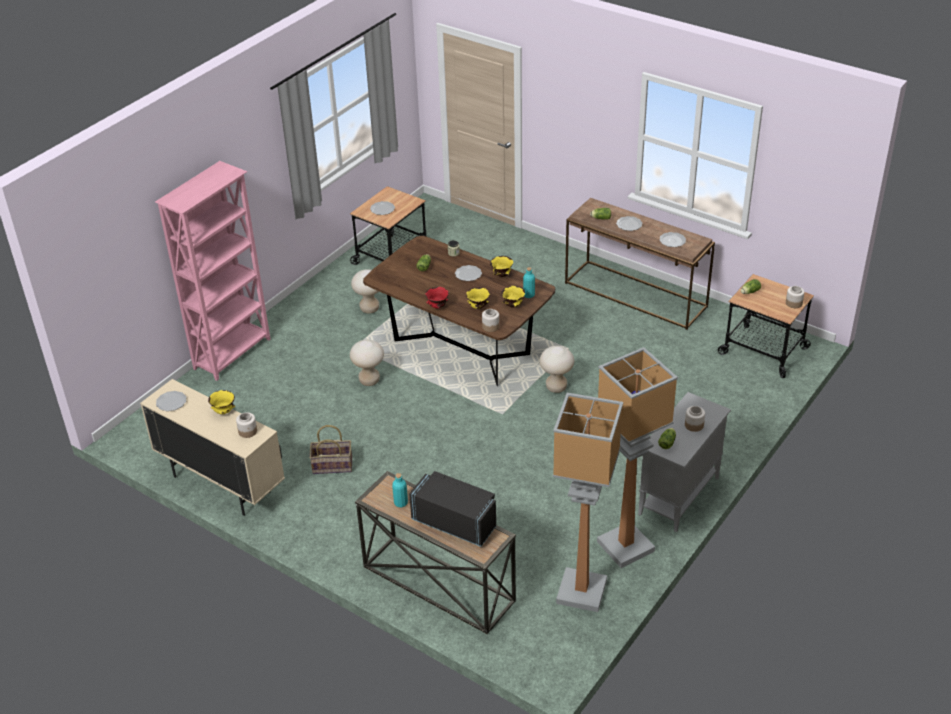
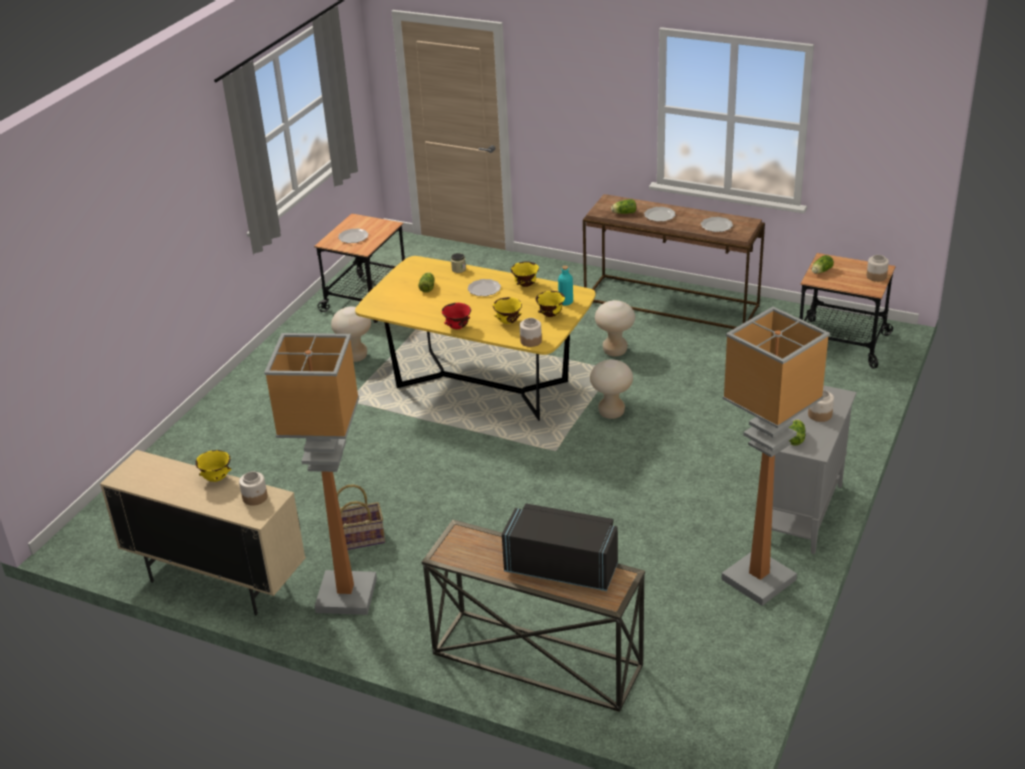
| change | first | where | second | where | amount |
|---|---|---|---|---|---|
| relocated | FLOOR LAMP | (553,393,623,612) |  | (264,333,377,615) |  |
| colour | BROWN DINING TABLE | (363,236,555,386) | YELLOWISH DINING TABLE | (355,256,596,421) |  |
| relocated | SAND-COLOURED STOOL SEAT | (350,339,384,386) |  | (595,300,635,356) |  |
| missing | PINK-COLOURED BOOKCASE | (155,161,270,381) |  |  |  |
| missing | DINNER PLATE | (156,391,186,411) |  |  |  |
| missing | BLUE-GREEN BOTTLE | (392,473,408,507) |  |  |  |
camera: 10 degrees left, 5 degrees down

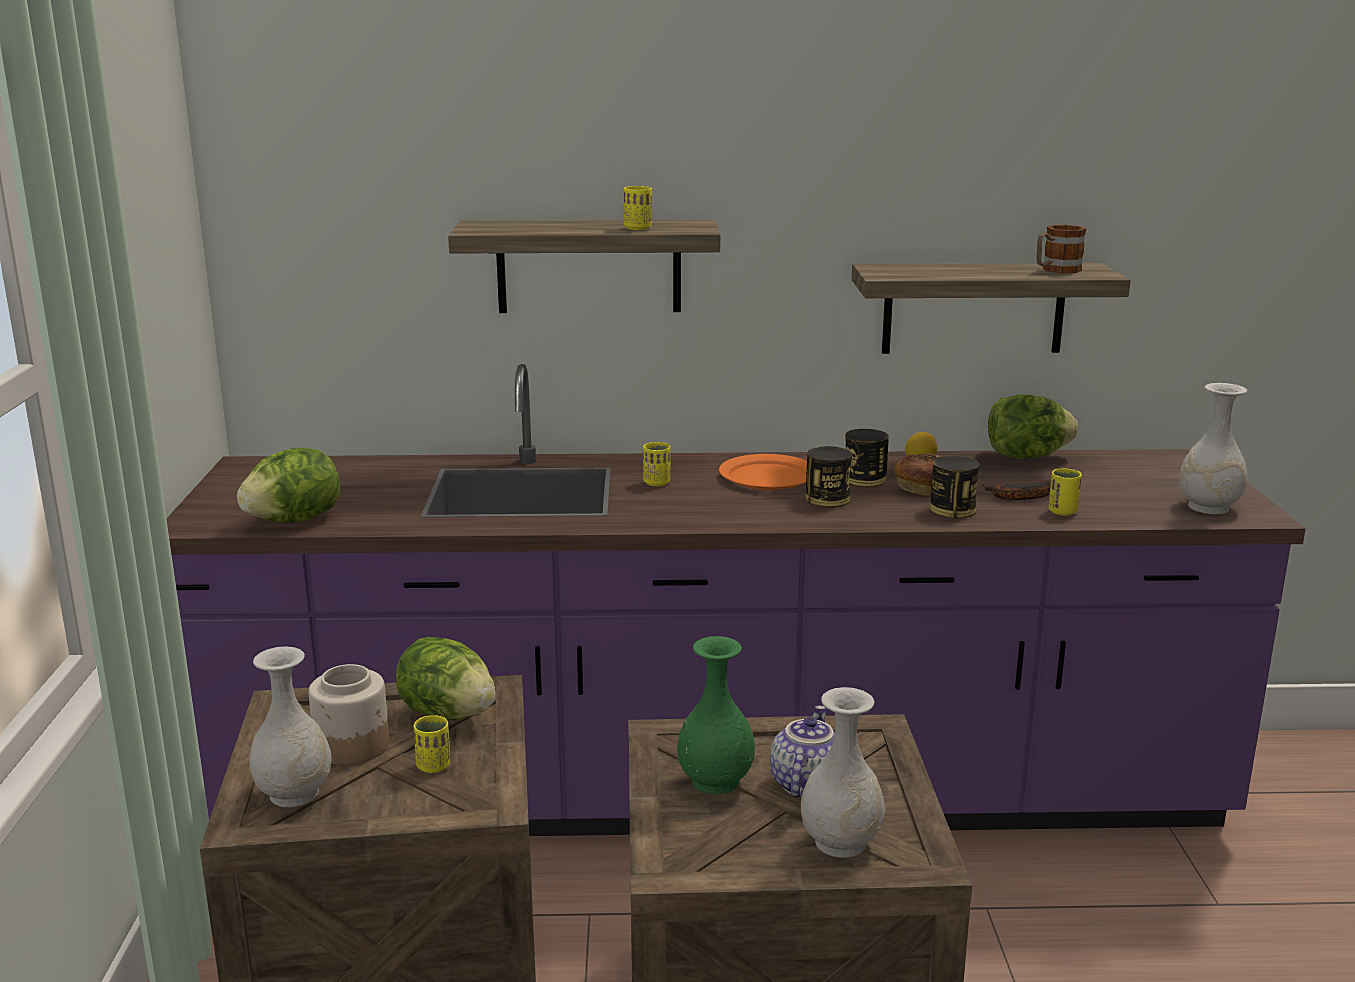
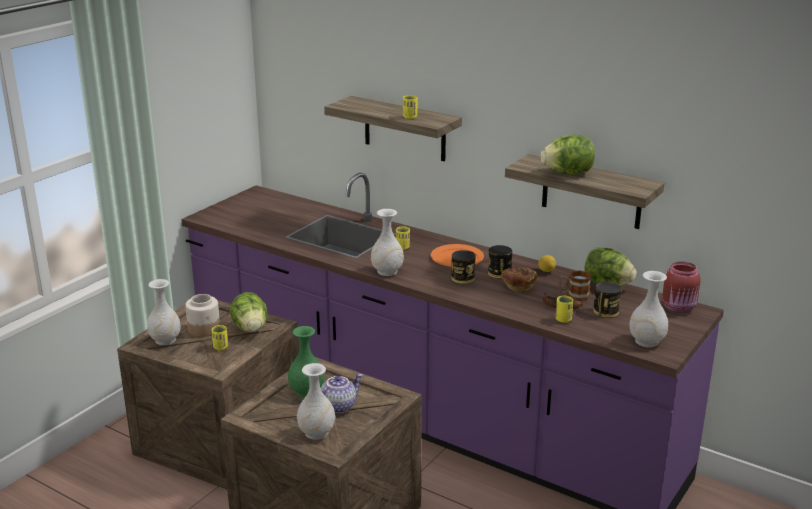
| change | first | where | second | where | amount |
|---|---|---|---|---|---|
| appeared |  |  | WHITE FLOWER VASE | (371,209,404,276) |  |
| relocated | LETTUCE HEAD | (237,448,340,523) |  | (540,135,595,175) |  |
| relocated | COFFEE MUG | (1036,225,1086,273) |  | (559,270,591,302) |  |
| relocated | METAL CAN | (930,456,980,518) |  | (593,281,622,318) |  |
| appeared |  |  | RED PRESERVE JAR | (662,261,701,313) |  |
camera: 35 degrees right, 5 degrees up

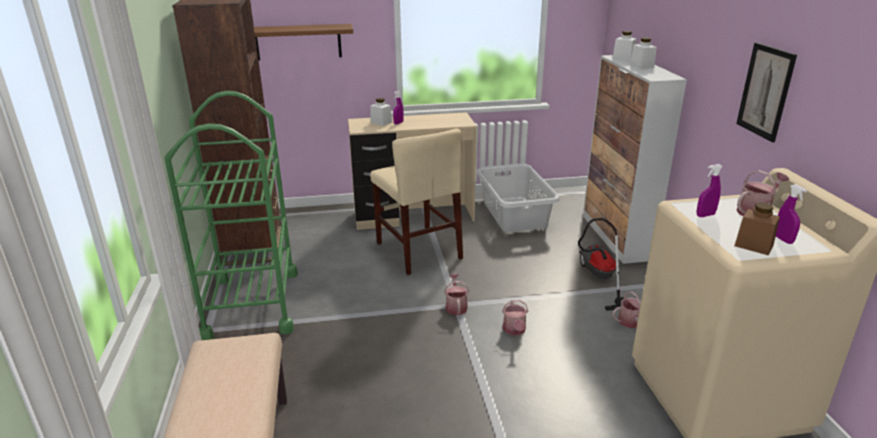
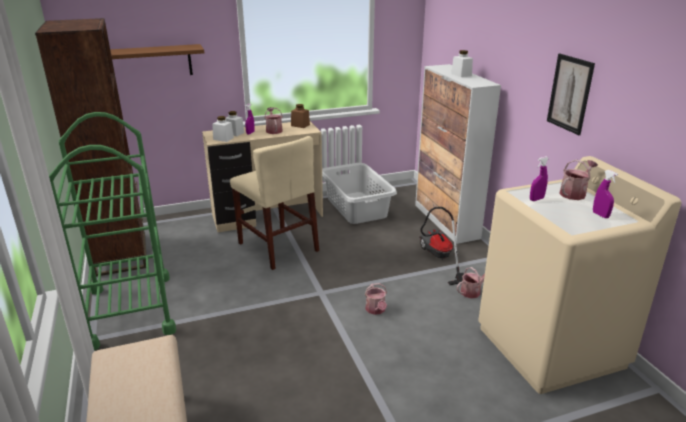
| change | first | where | second | where | amount |
|---|---|---|---|---|---|
| relocated | WHITE PRESERVE JAR | (612,31,637,61) |  | (212,116,234,142) |  |
| relocated | WATERING CAN | (444,274,469,315) |  | (264,107,283,134) |  |
| relocated | BROWN PRESERVE JAR | (734,202,780,255) |  | (291,104,310,128) |  |
camera: 10 degrees left, 0 degrees up

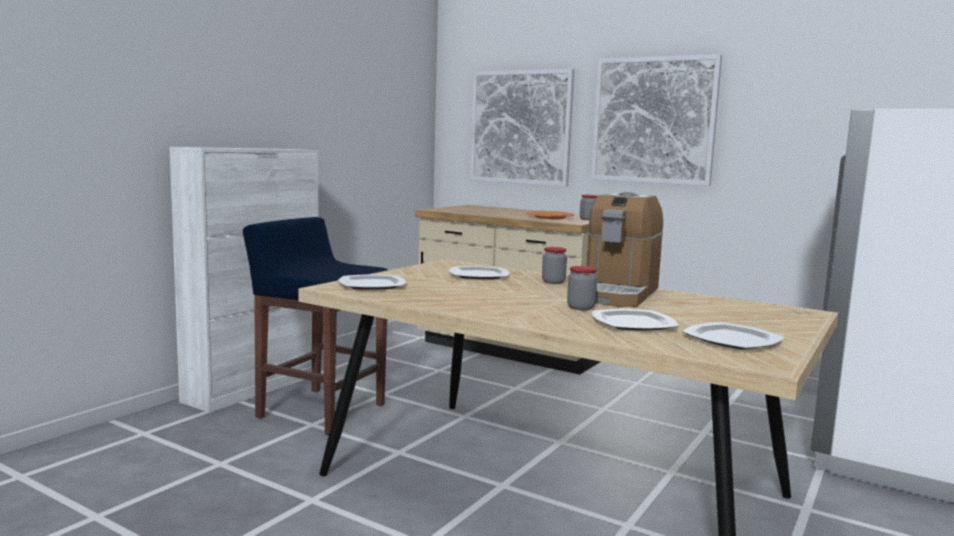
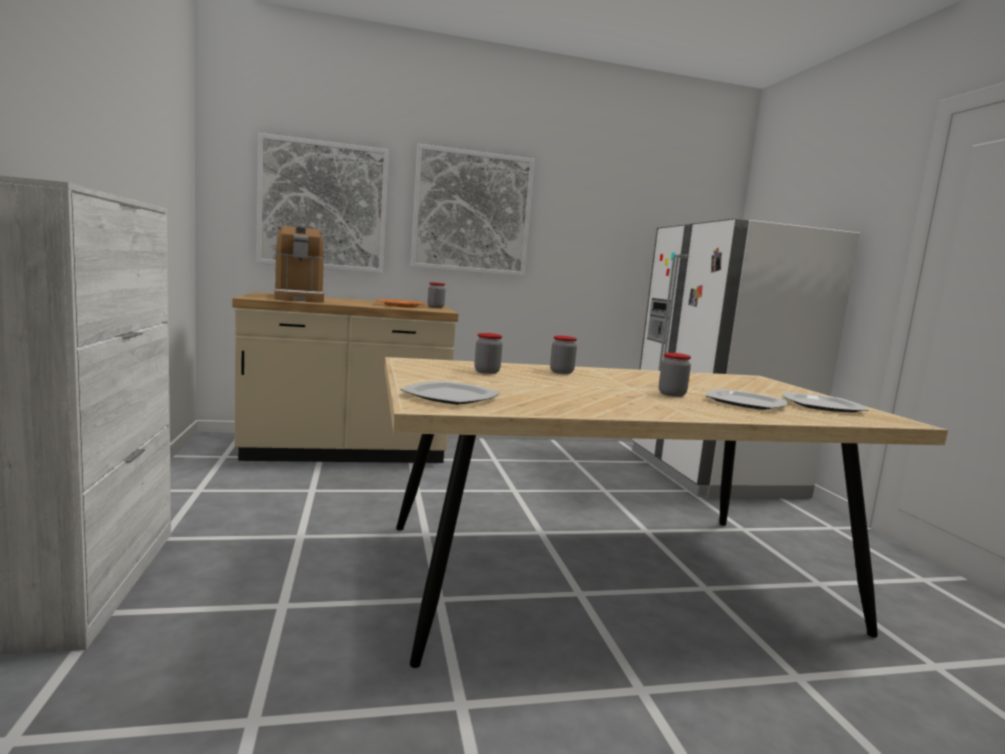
| change | first | where | second | where | amount |
|---|---|---|---|---|---|
| relocated | COFFEE MAKER | (586,192,663,307) |  | (274,226,324,302) |  |
| exchanged | DINNER PLATE | (449,266,509,279) | PRESERVE JAR | (475,333,503,374) |  |
| missing | BLUE-COLOURED STOOL SEAT | (243,217,388,435) |  |  |  |
camera: 45 degrees left, 0 degrees up

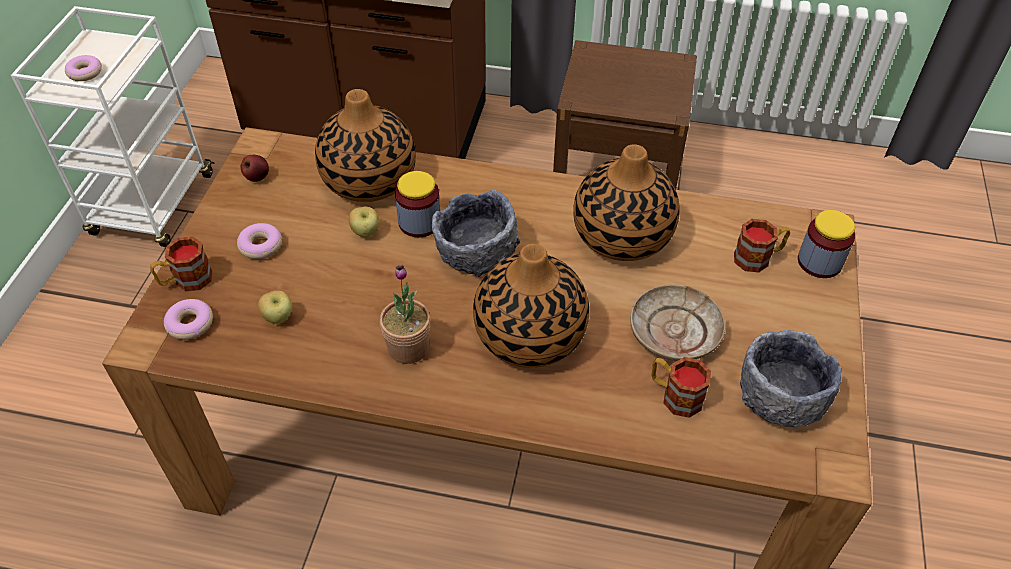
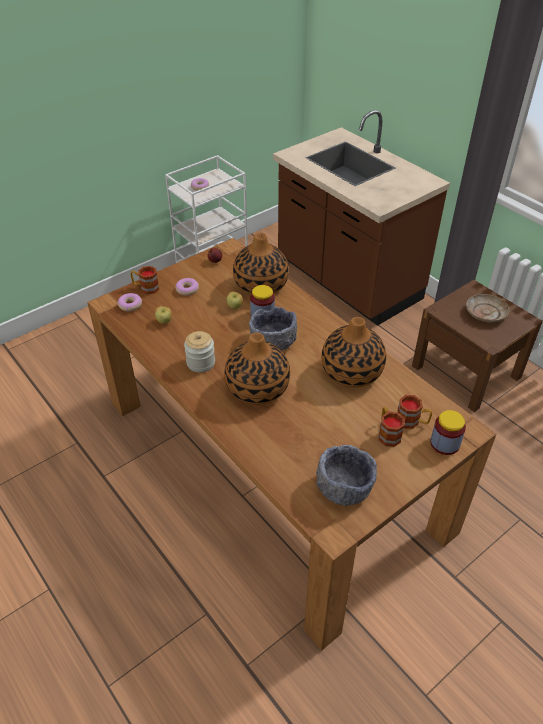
| change | first | where | second | where | amount |
|---|---|---|---|---|---|
| exchanged | PLANT IN A POT | (380,265,430,364) | PRESERVE JAR | (184,331,215,373) |  |
| relocated | COFFEE MUG | (651,357,711,418) |  | (379,407,405,447) |  |
| relocated | SAND-COLOURED DINNER PLATE | (630,284,726,361) |  | (466,294,509,322) |  |
camera: 40 degrees right, 5 degrees down

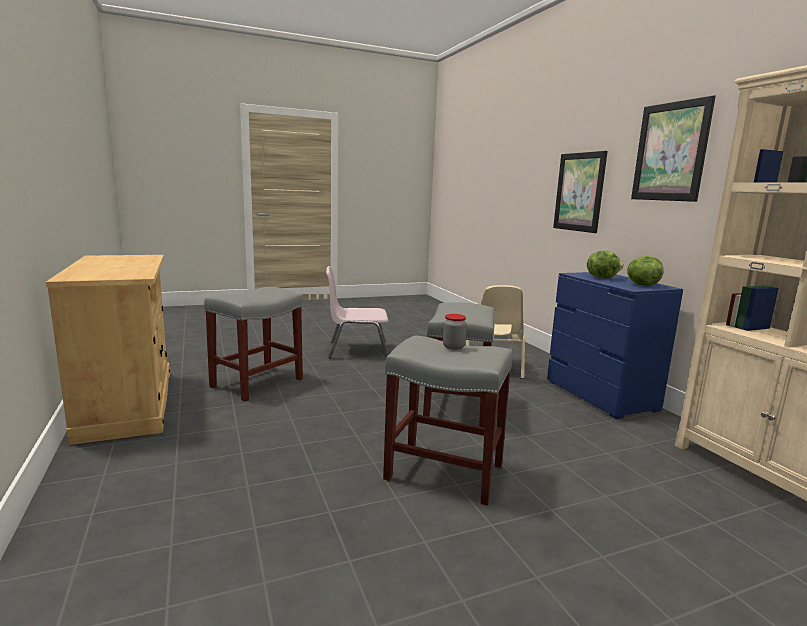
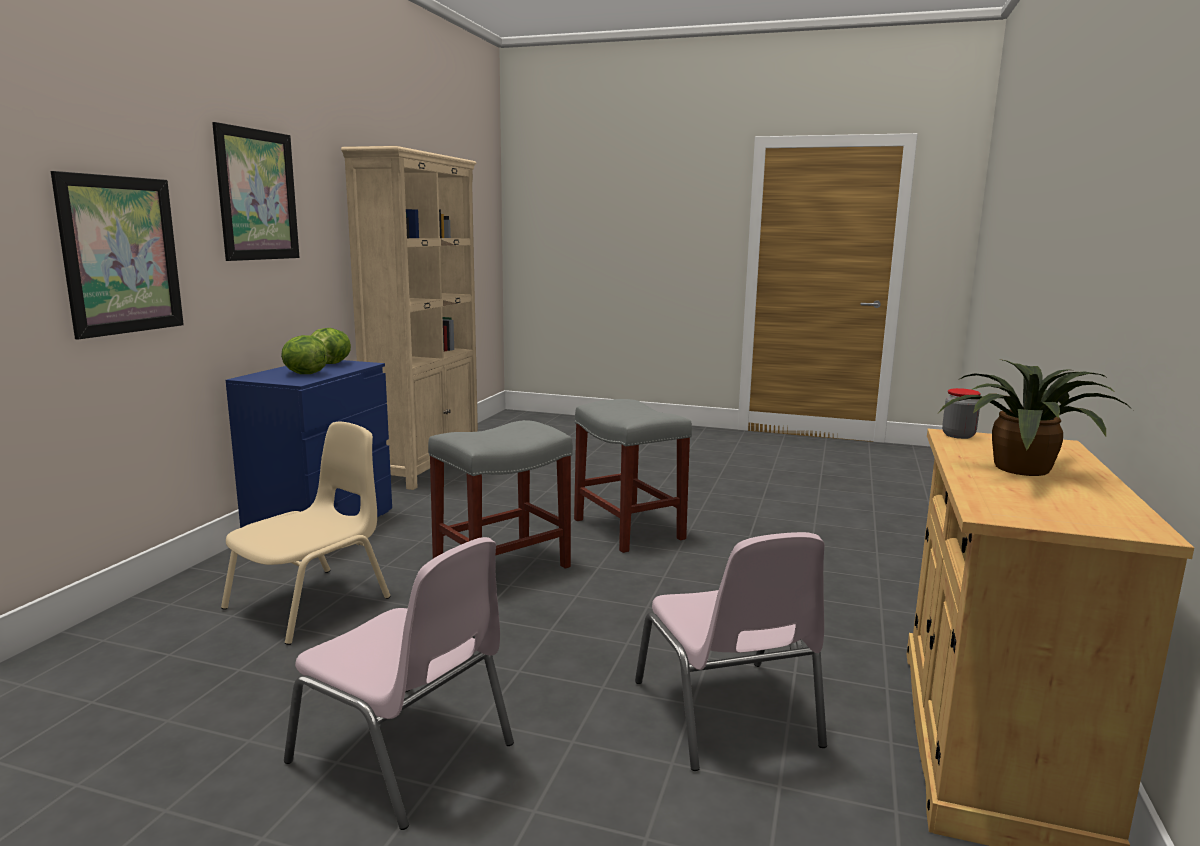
| change | first | where | second | where | amount |
|---|---|---|---|---|---|
| exchanged | GREYISH STOOL SEAT | (204,287,303,401) | PINK-COLOURED PLAIN CHAIR | (635,532,827,771) |  |
| appeared |  |  | PLANT IN A POT | (938,359,1133,476) |  |
| relocated | PRESERVE JAR | (443,314,467,350) |  | (942,388,981,439) |  |
camera: 140 degrees left, 0 degrees up

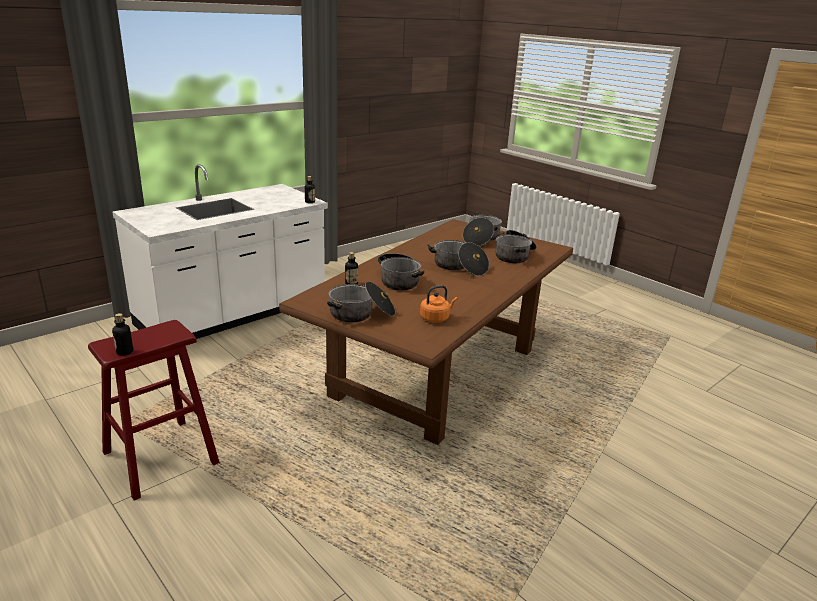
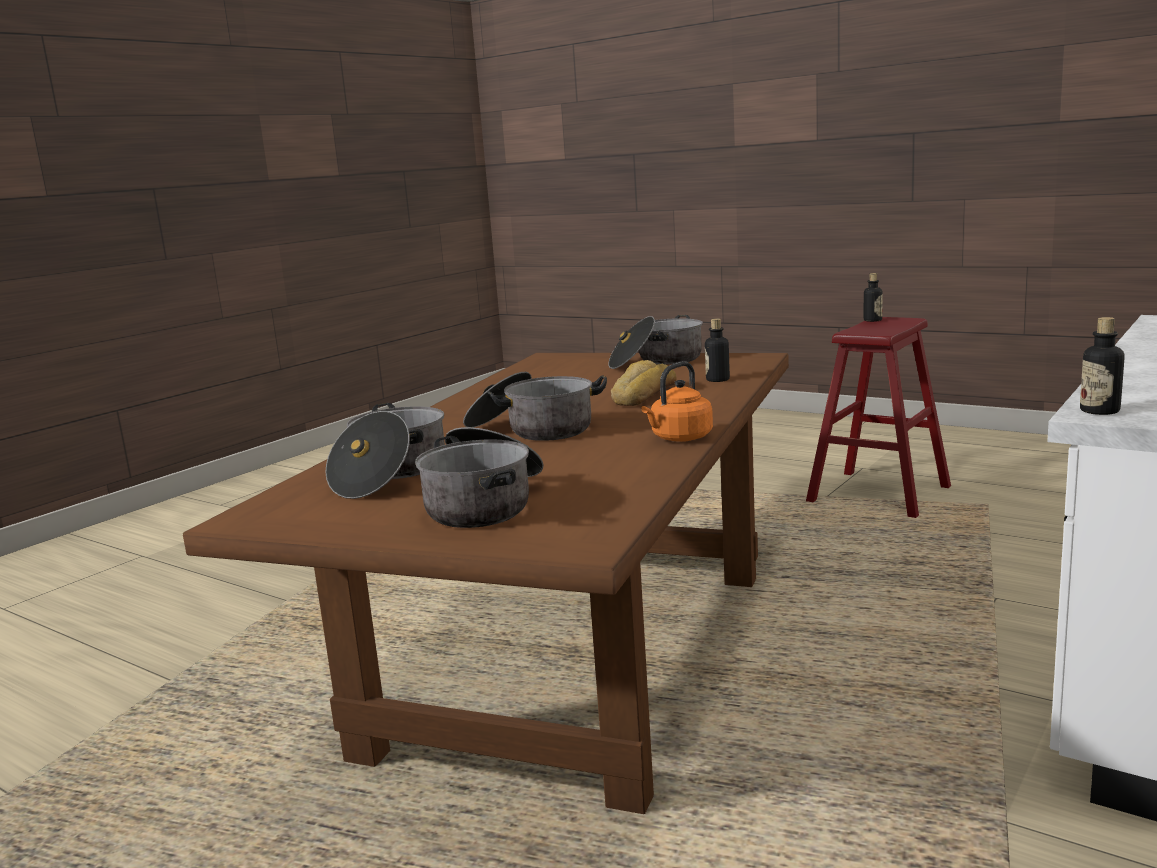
| change | first | where | second | where | amount |
|---|---|---|---|---|---|
| exchanged | COOKING POT | (378,253,424,291) | BREAD | (611,360,677,406) |  |
| relocated | ORANGE-COLOURED KETTLE | (420,285,457,323) |  | (641,361,713,442) |  |
camera: 170 degrees right, 10 degrees down

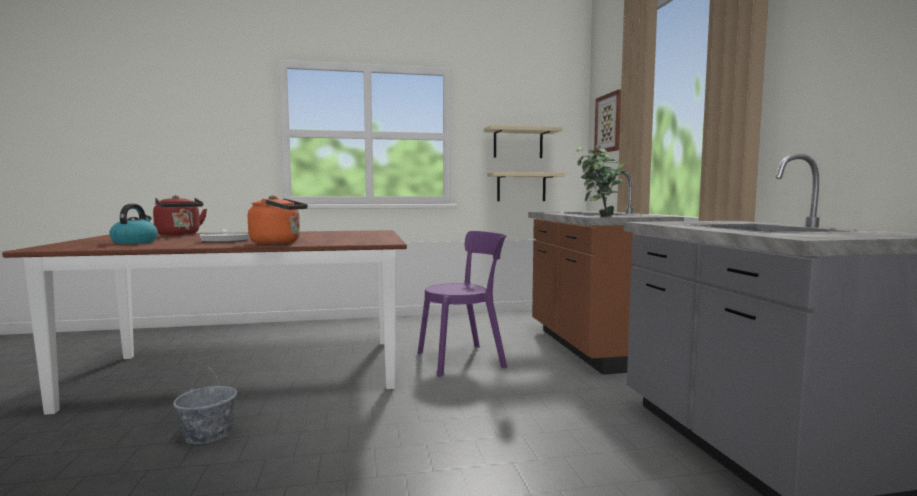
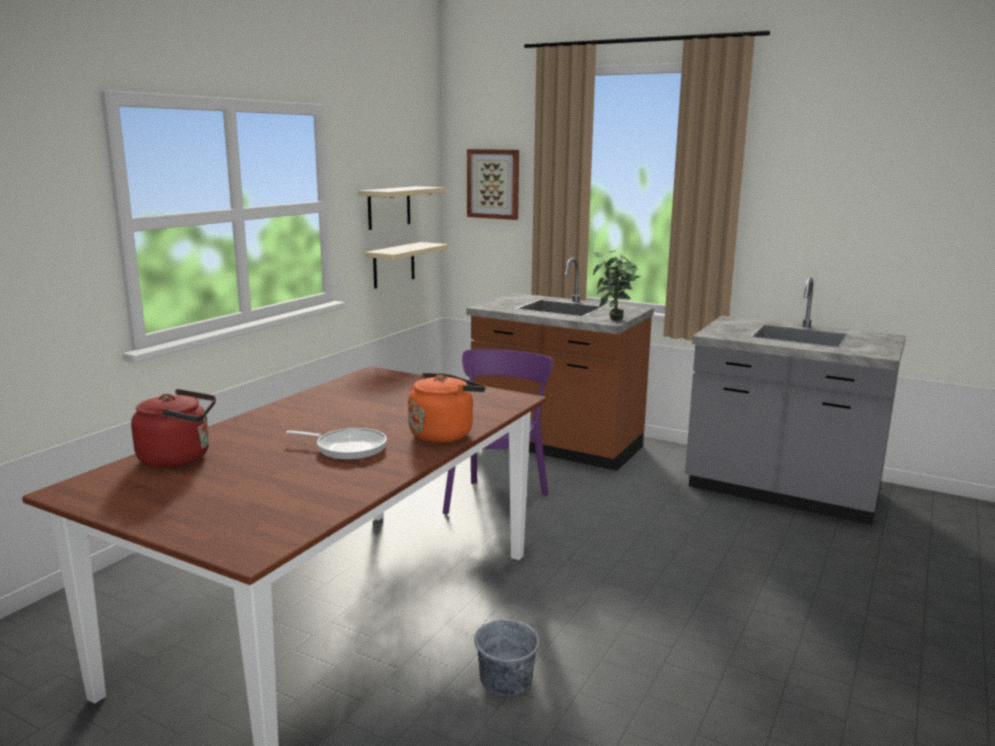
| change | first | where | second | where | amount |
|---|---|---|---|---|---|
| missing | KETTLE | (109,204,158,244) |  |  |  |
camera: 50 degrees left, 10 degrees up

